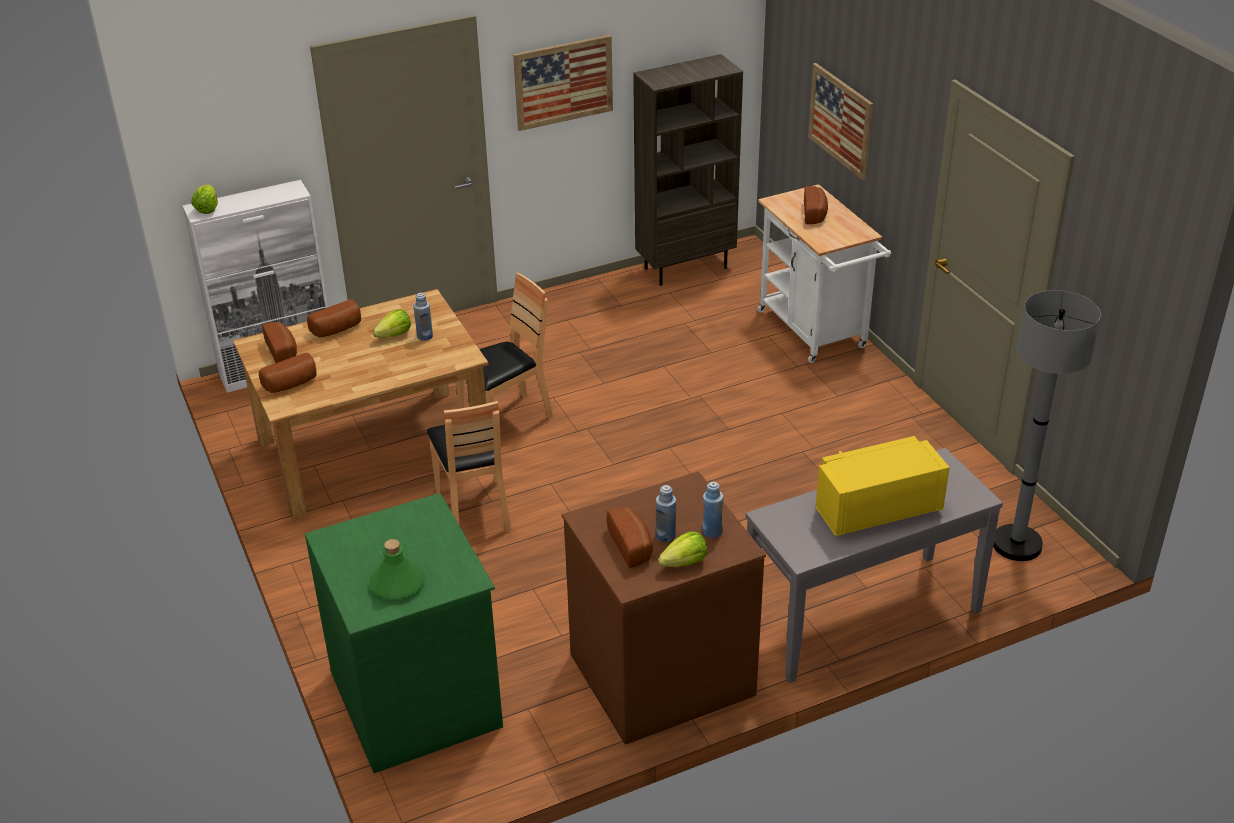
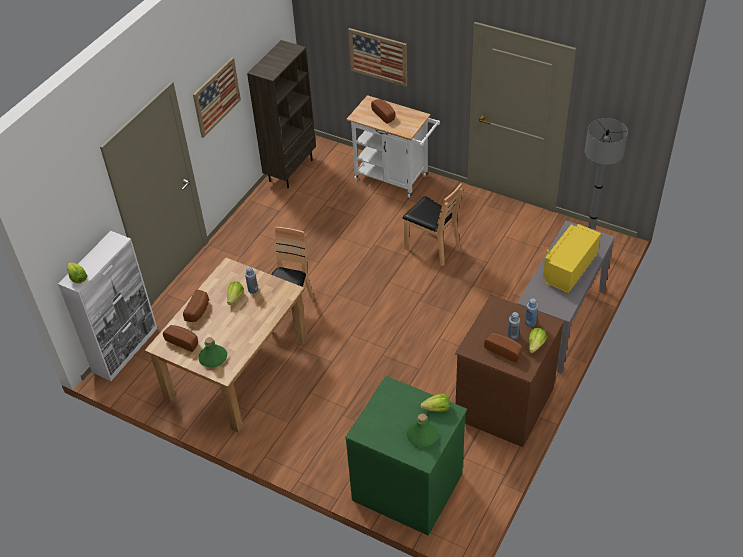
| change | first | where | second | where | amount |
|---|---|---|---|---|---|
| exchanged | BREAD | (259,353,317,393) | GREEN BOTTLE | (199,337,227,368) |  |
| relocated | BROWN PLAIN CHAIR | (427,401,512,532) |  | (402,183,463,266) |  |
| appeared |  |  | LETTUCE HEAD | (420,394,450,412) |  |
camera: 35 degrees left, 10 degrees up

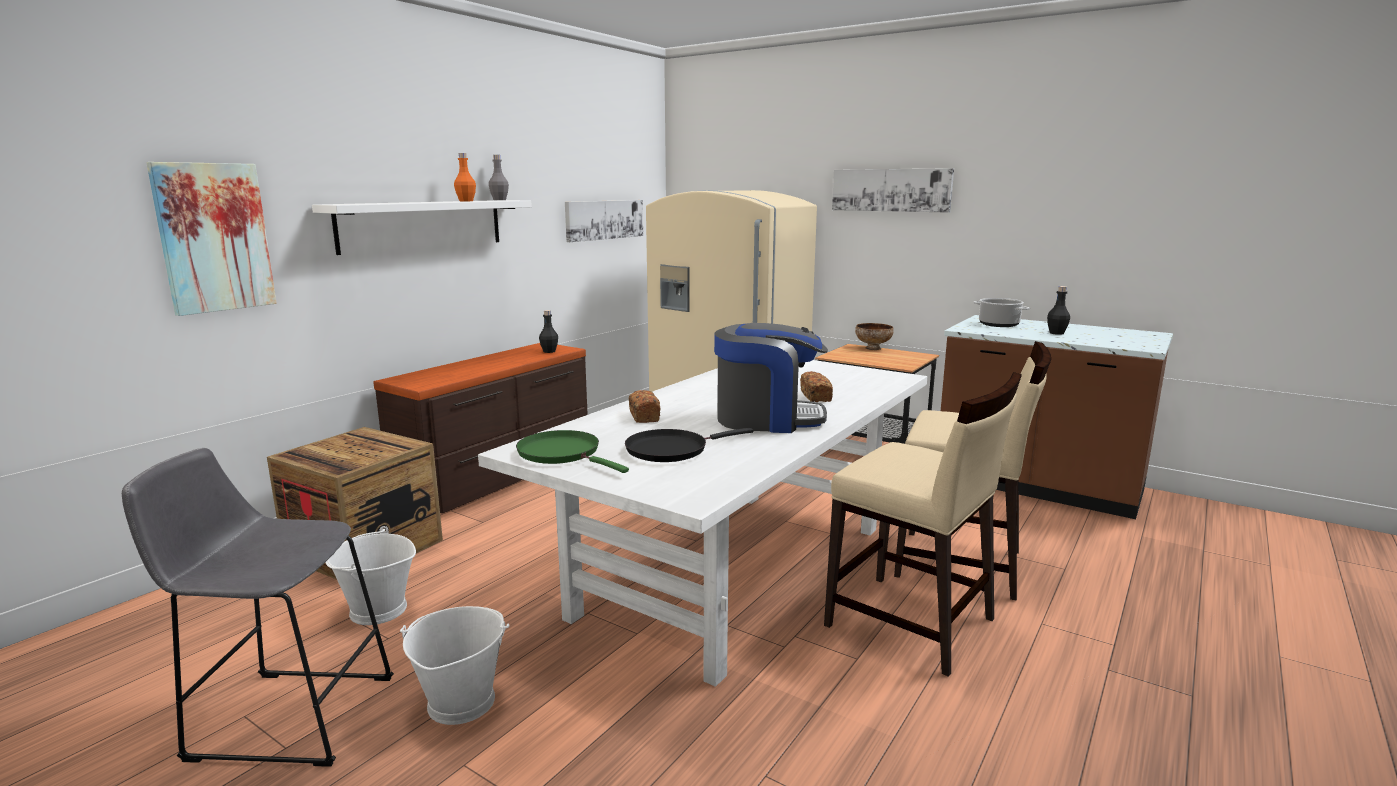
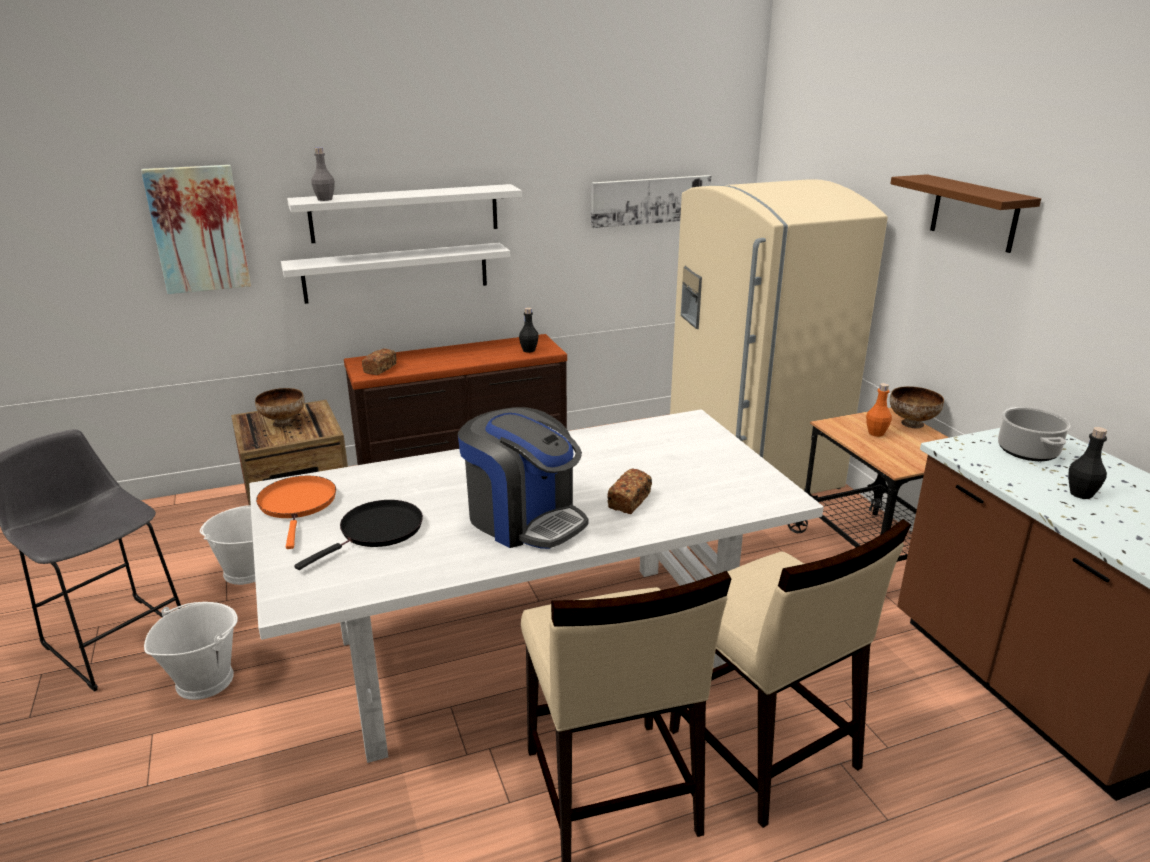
| change | first | where | second | where | amount |
|---|---|---|---|---|---|
| appeared |  |  | BOWL | (255,388,305,427) |  |
| colour | GREEN PAN | (516,430,629,473) | ORANGE-COLOURED PAN | (256,476,336,549) |  |
| appeared |  |  | WHITE SHELF | (281,243,510,304) |  |
| spun | BLACKISH PAN | (625,428,754,462) |  | (294,500,423,570) | 120 degrees clockwise |
| relocated | GREYISH BOTTLE | (489,155,509,200) |  | (312,147,335,201) |  |
| relocated | BREAD | (629,390,660,423) |  | (362,349,397,375) |  |
| relocated | ORANGE-COLOURED BOTTLE | (454,153,476,201) |  | (866,383,892,437) |  |
| exchanged | PICTURE | (832,168,954,213) | BROWN SHELF | (891,174,1041,253) |  |
camera: 35 degrees right, 10 degrees up

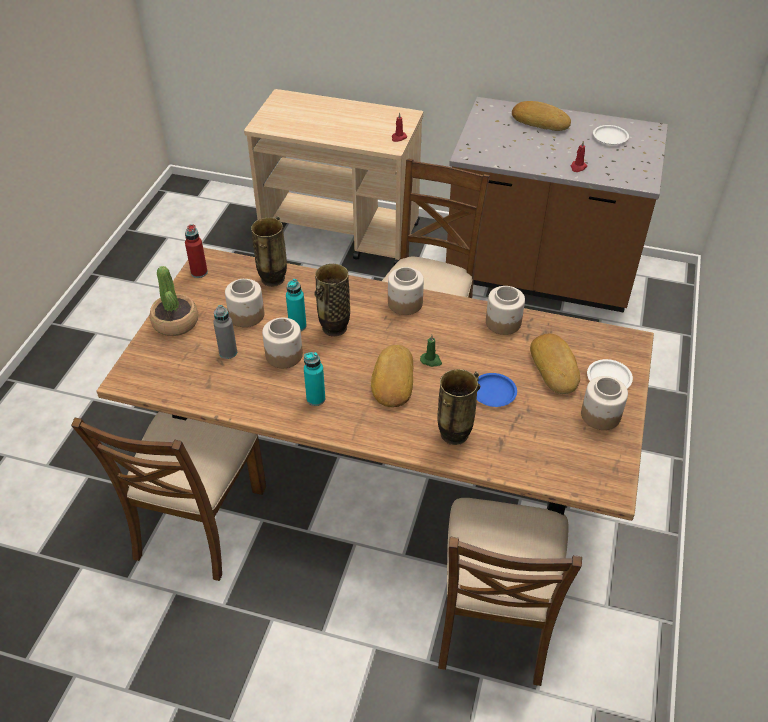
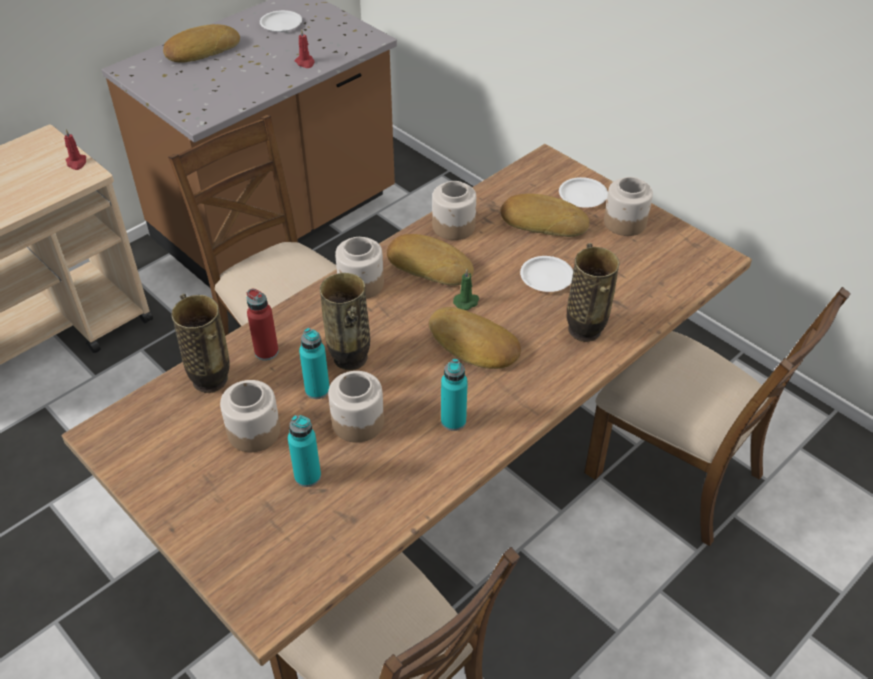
| change | first | where | second | where | amount |
|---|---|---|---|---|---|
| relocated | RED BOTTLE | (185,224,208,278) |  | (247,289,279,361) |  |
| colour | GREYISH BOTTLE | (213,305,237,359) | BLUE-GREEN BOTTLE | (288,415,321,487) |  |
| appeared |  |  | BREAD | (387,234,474,286) |  |
| colour | BLUE-COLOURED DINNER PLATE | (477,373,517,407) | WHITE DINNER PLATE | (520,256,573,292) |  |
| missing | PLANT IN A POT | (150,266,198,336) |  |  |  |
camera: 60 degrees left, 0 degrees up

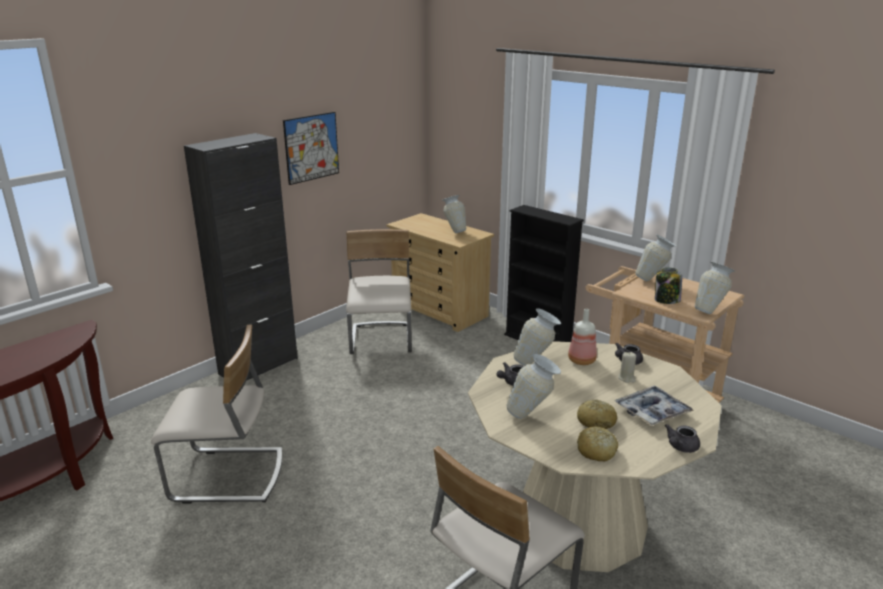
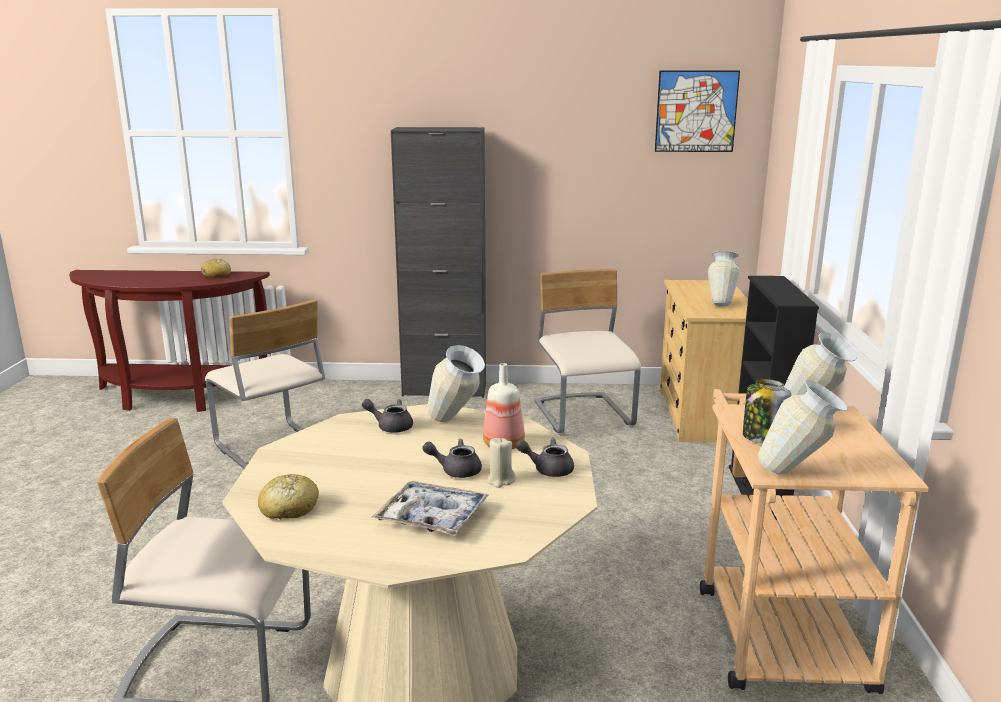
| change | first | where | second | where | amount |
|---|---|---|---|---|---|
| relocated | BREAD | (577,400,617,429) |  | (201,259,231,278) |  |
| relocated | GREYISH POT FOR TEA | (665,424,700,453) |  | (422,439,482,478) |  |
| spun | SAND-COLOURED PLAIN CHAIR | (346,229,412,354) |  | (534,269,641,433) | 60 degrees counterclockwise |
| relocated | PICTURE | (283,112,339,185) |  | (655,71,740,152) |  |
| missing | FLOWER VASE | (507,354,561,419) |  |  |  |
camera: 50 degrees right, 5 degrees down

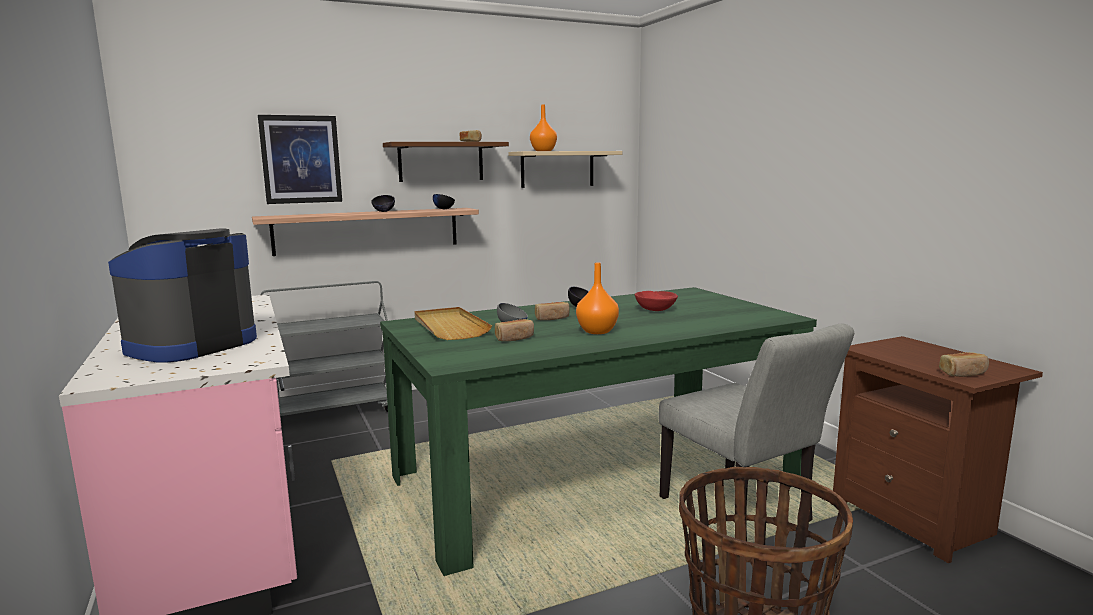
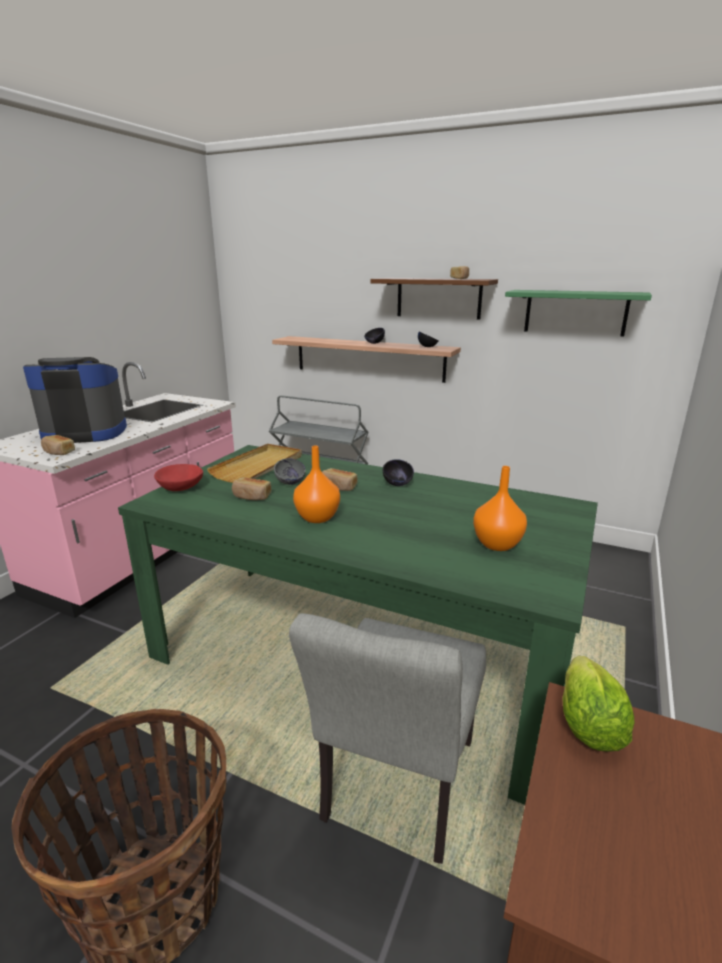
| change | first | where | second | where | amount |
|---|---|---|---|---|---|
| relocated | BREAD | (939,352,989,377) |  | (41,435,75,455) |  |
| relocated | RED BOWL | (635,291,678,311) |  | (154,464,203,491) |  |
| relocated | ORANGE-COLOURED FLOWER VASE | (530,104,557,151) |  | (473,466,527,551) |  |
| colour | SAND-COLOURED SHELF | (508,151,622,188) | GREEN SHELF | (505,290,652,336) |  |
| appeared |  |  | LETTUCE HEAD | (562,656,635,752) |  |
| missing | PICTURE | (258,115,342,204) |  |  |  |
camera: 50 degrees right, 10 degrees up

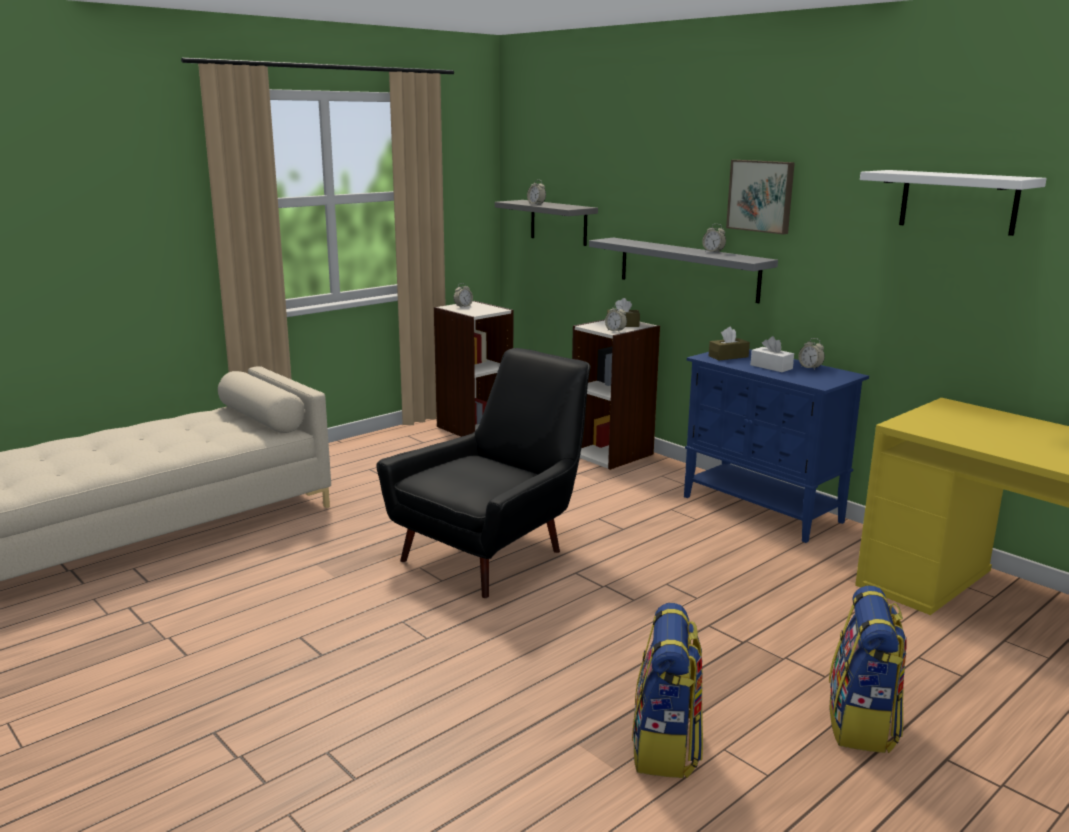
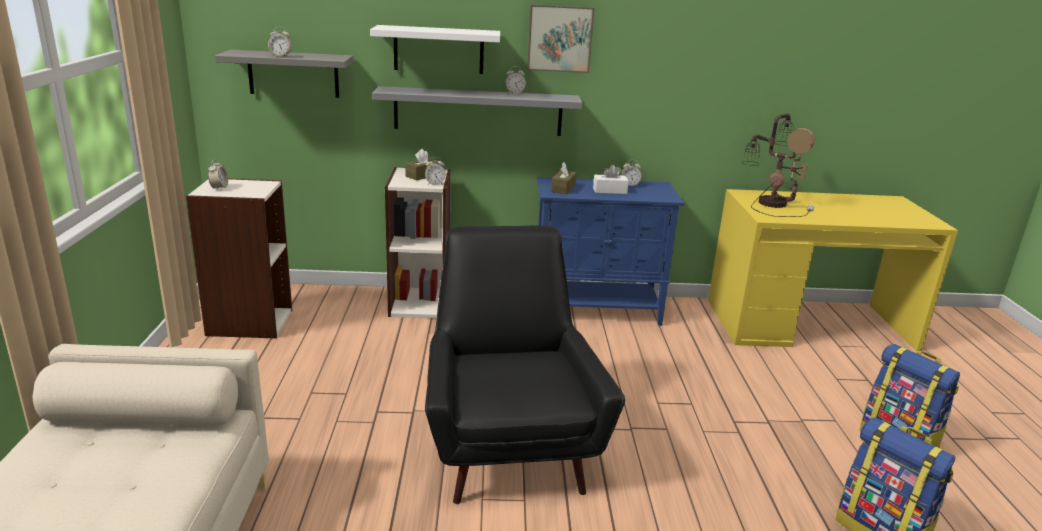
| change | first | where | second | where | amount |
|---|---|---|---|---|---|
| relocated | WHITE SHELF | (860,170,1047,236) |  | (370,25,500,74) |  |
| appeared |  |  | TABLE LAMP | (741,113,815,217) |  |
camera: 50 degrees left, 5 degrees up

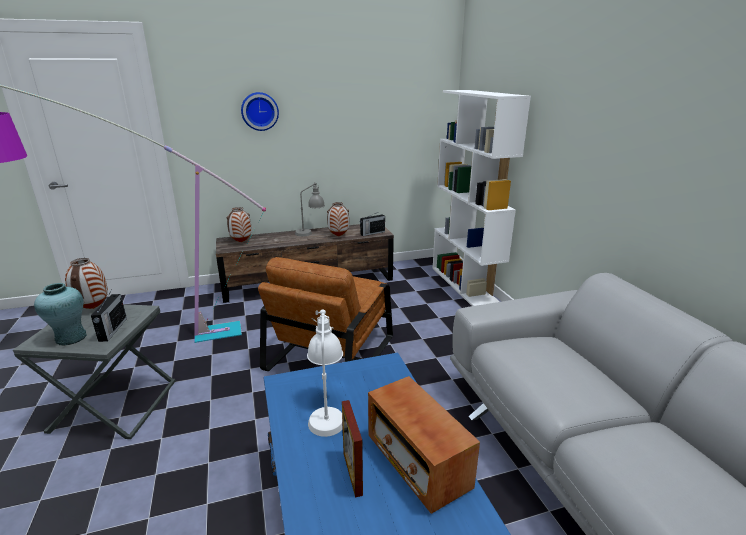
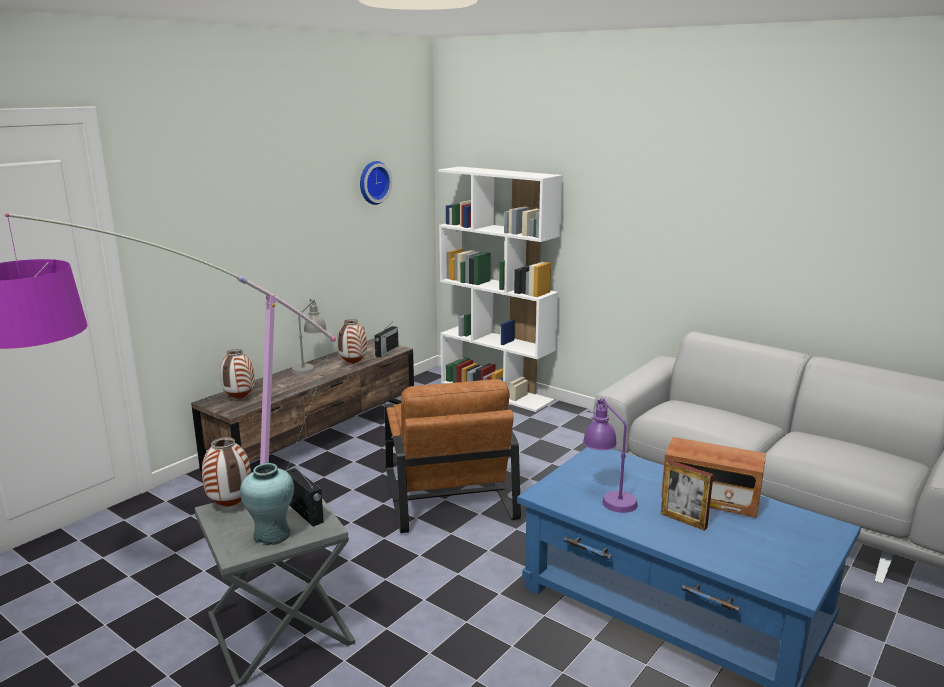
| change | first | where | second | where | amount |
|---|---|---|---|---|---|
| relocated | WALL CLOCK | (241,92,279,131) |  | (360,161,392,205) |  |
| colour | WHITE TABLE LAMP | (307,309,343,437) | PURPLE TABLE LAMP | (583,398,638,513) |  |
camera: 35 degrees left, 5 degrees down

